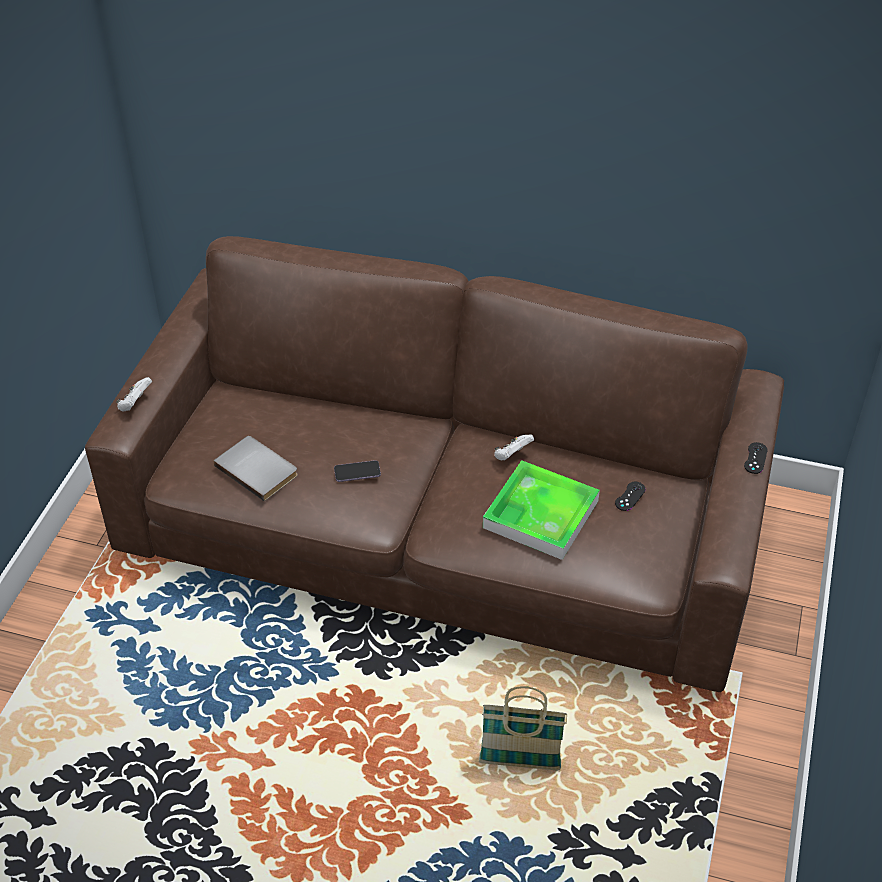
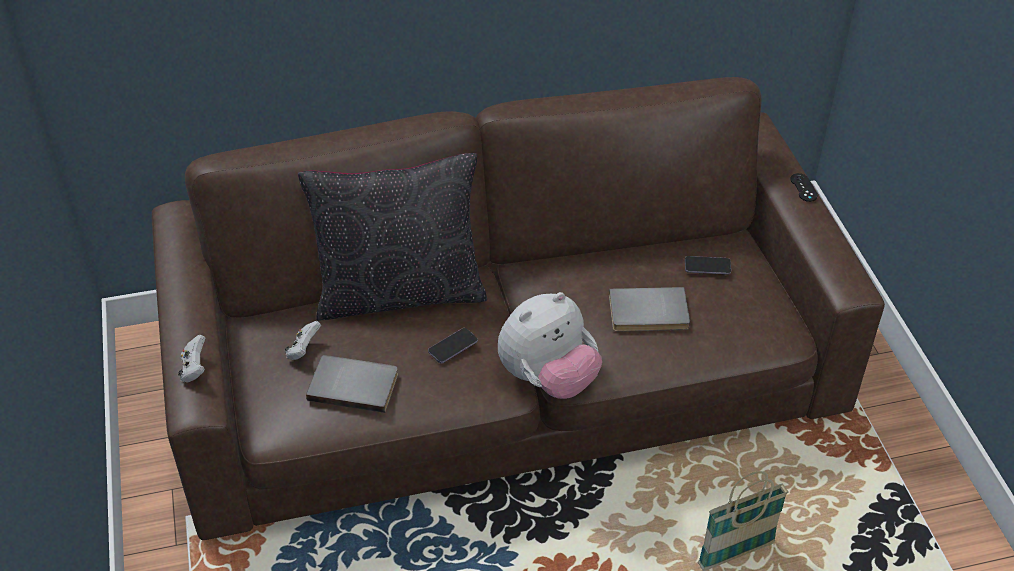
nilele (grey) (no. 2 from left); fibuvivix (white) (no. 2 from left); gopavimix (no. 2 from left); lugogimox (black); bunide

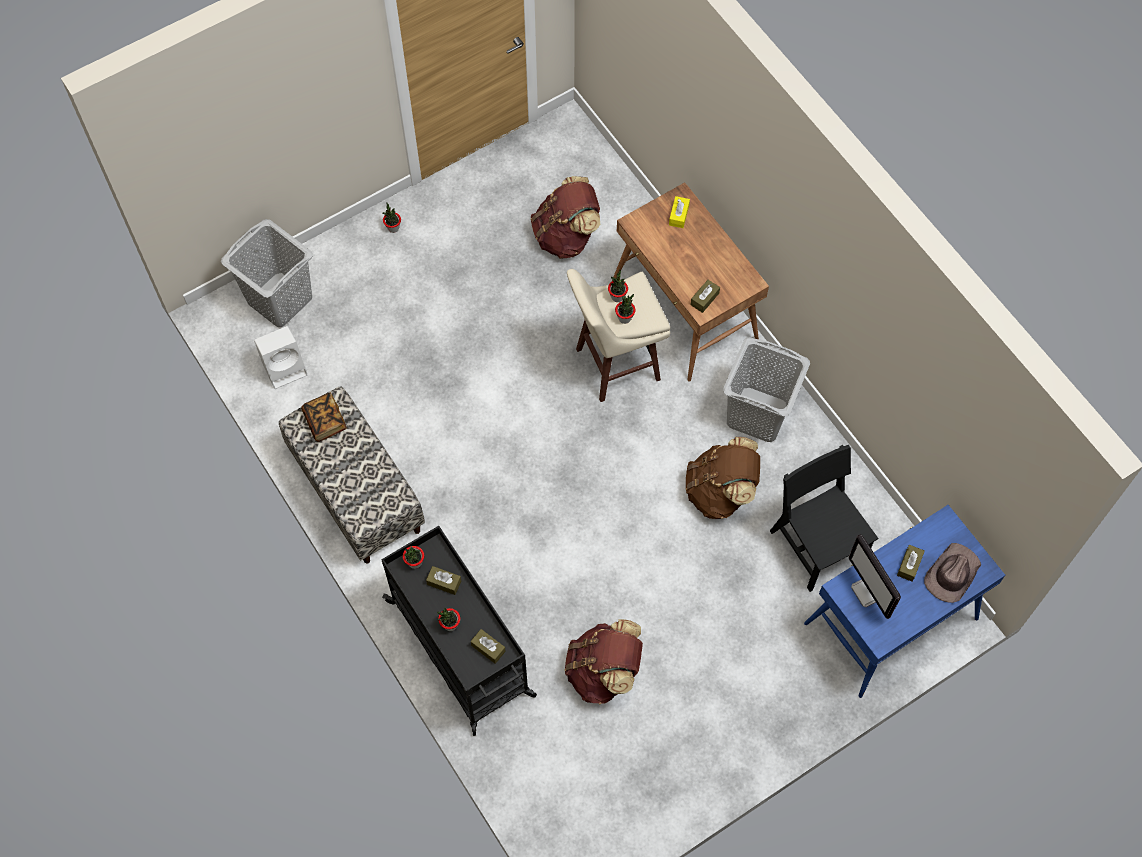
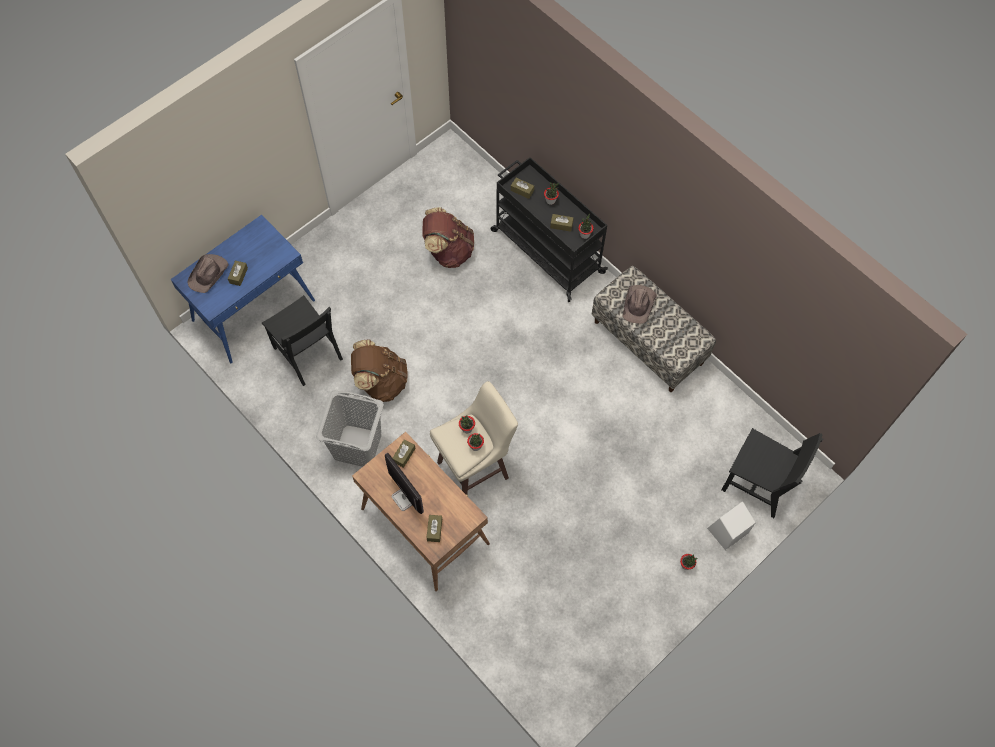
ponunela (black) (no. 2 from left); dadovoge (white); nilele; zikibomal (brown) (no. 1 from left in the first image); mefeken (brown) (no. 3 from left); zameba; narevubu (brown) (no. 2 from left)

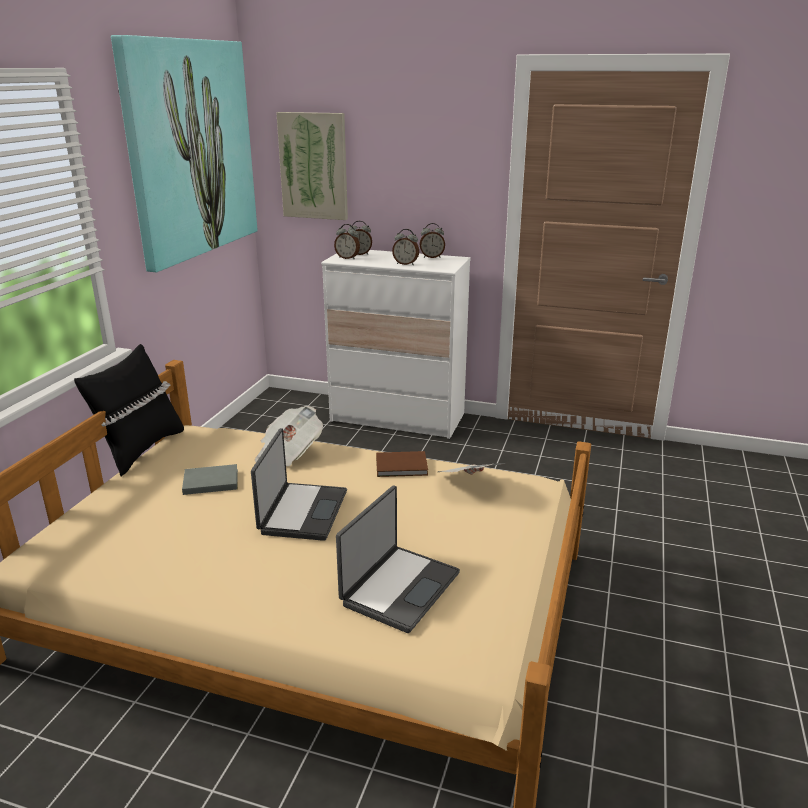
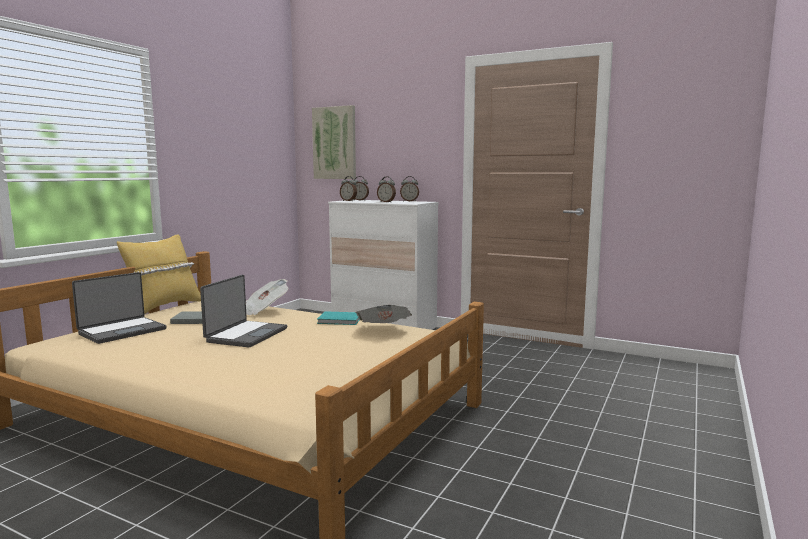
lugogimox (yellow); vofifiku (no. 1 from left in the first image); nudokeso (no. 1 from left); nilele (turquoise)

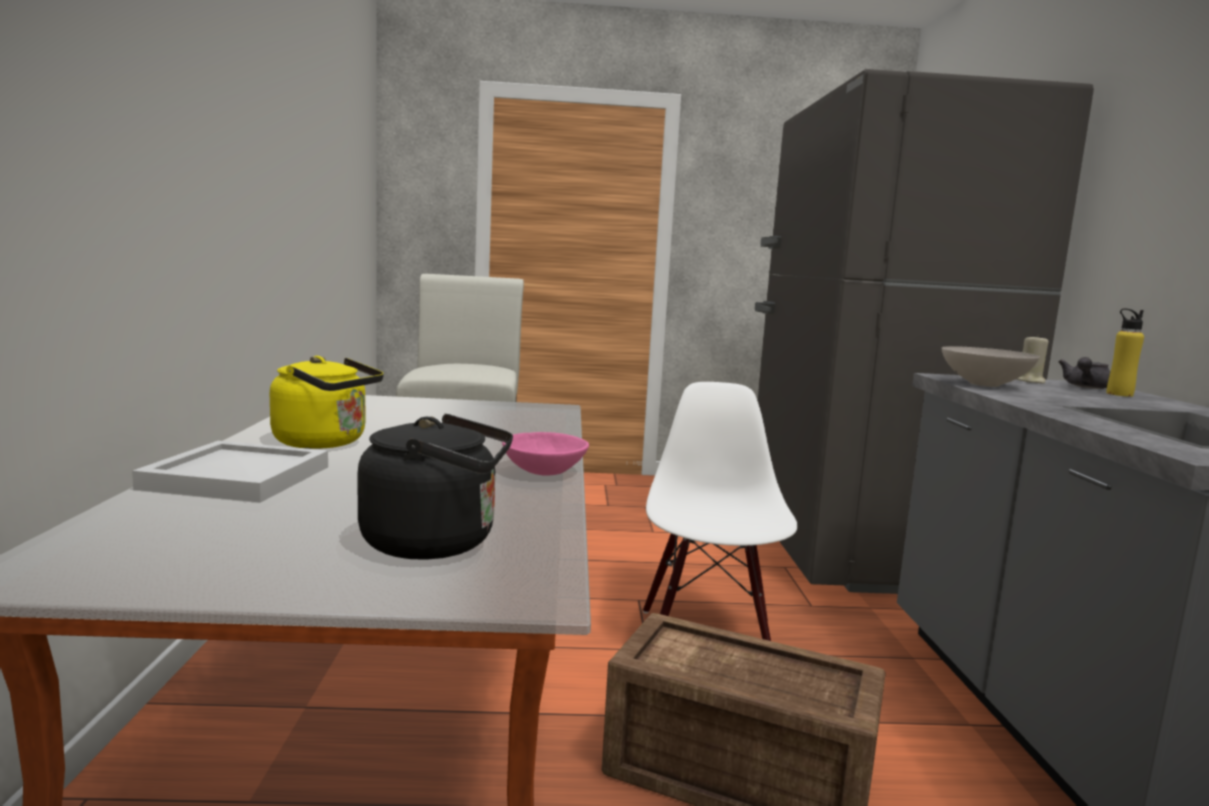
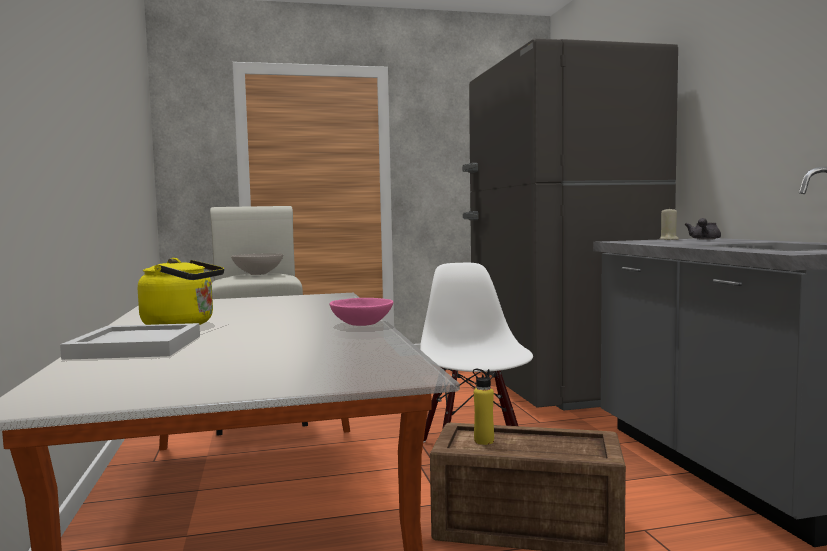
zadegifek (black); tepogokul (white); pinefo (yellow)

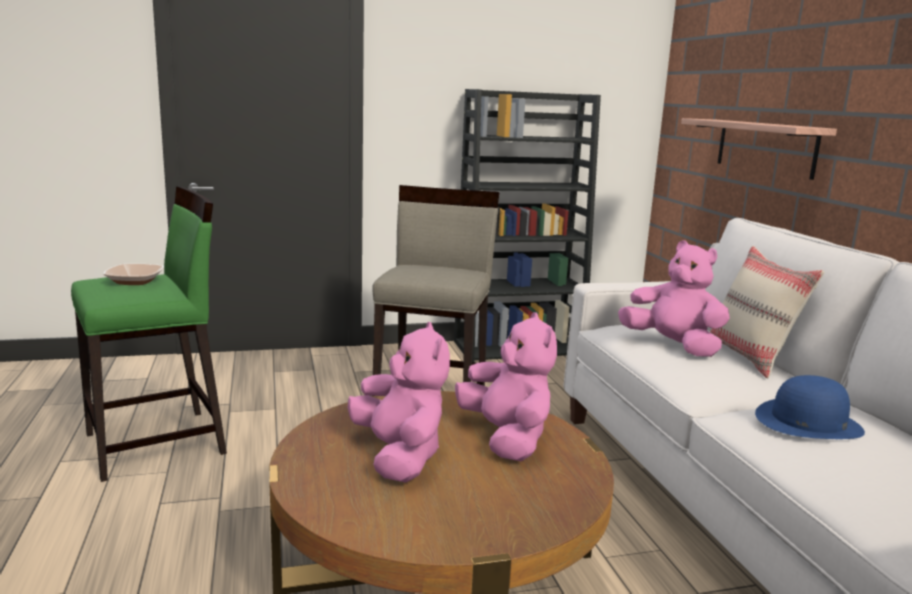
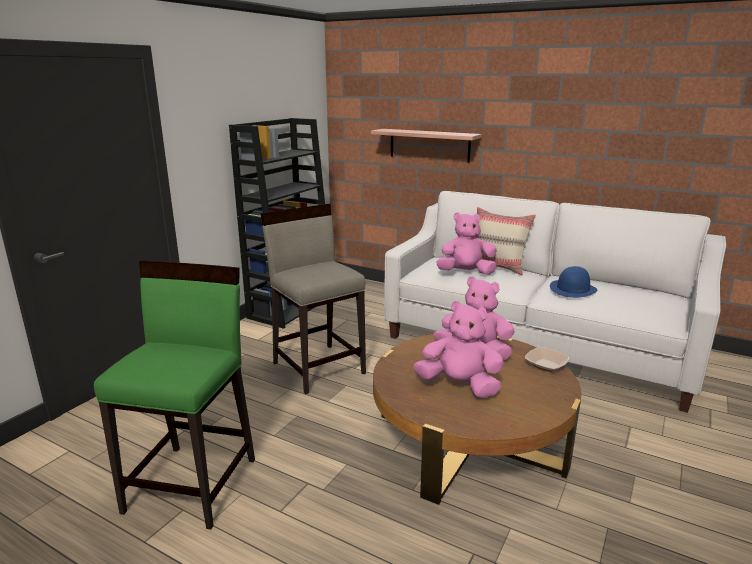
tepogokul

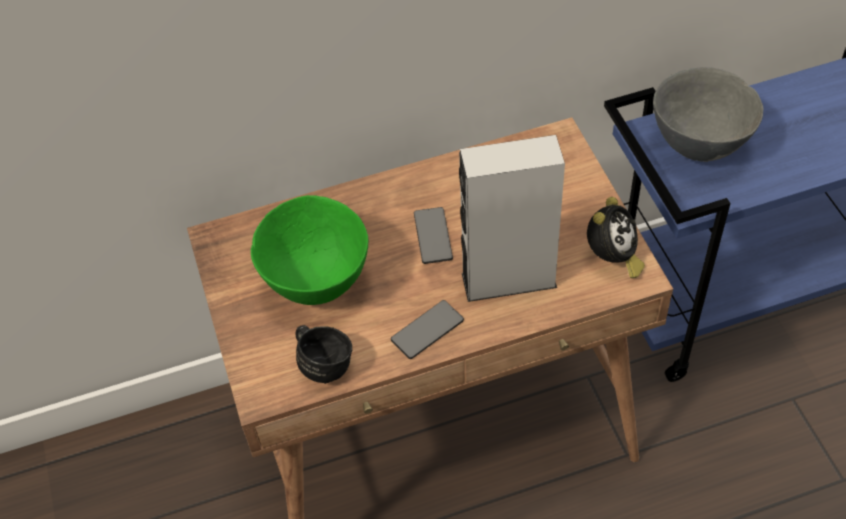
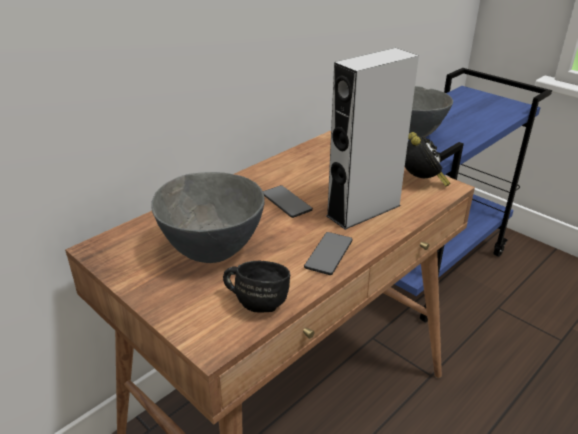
tepogokul (grey) (no. 1 from left)

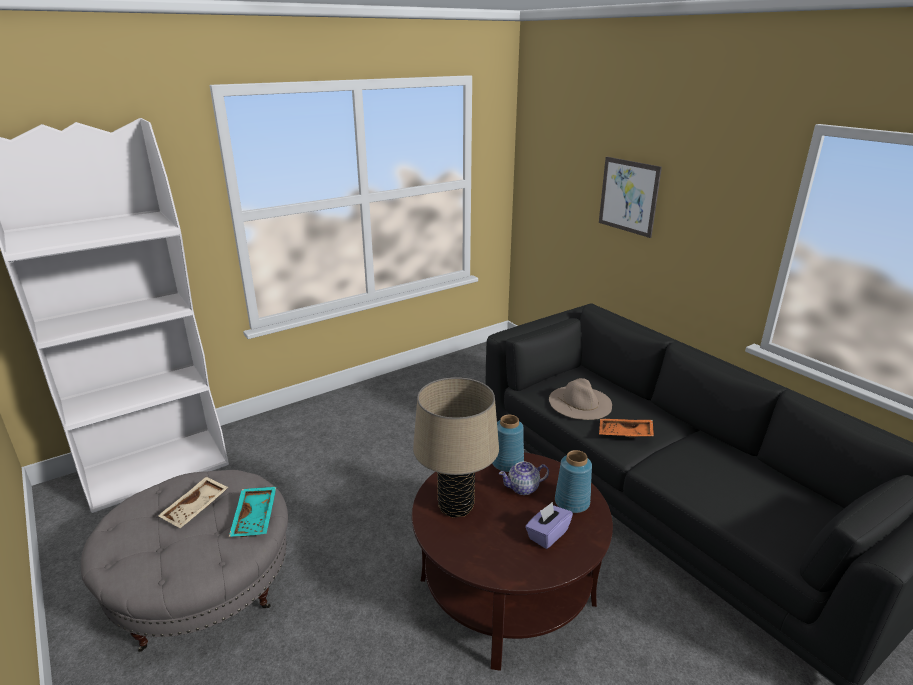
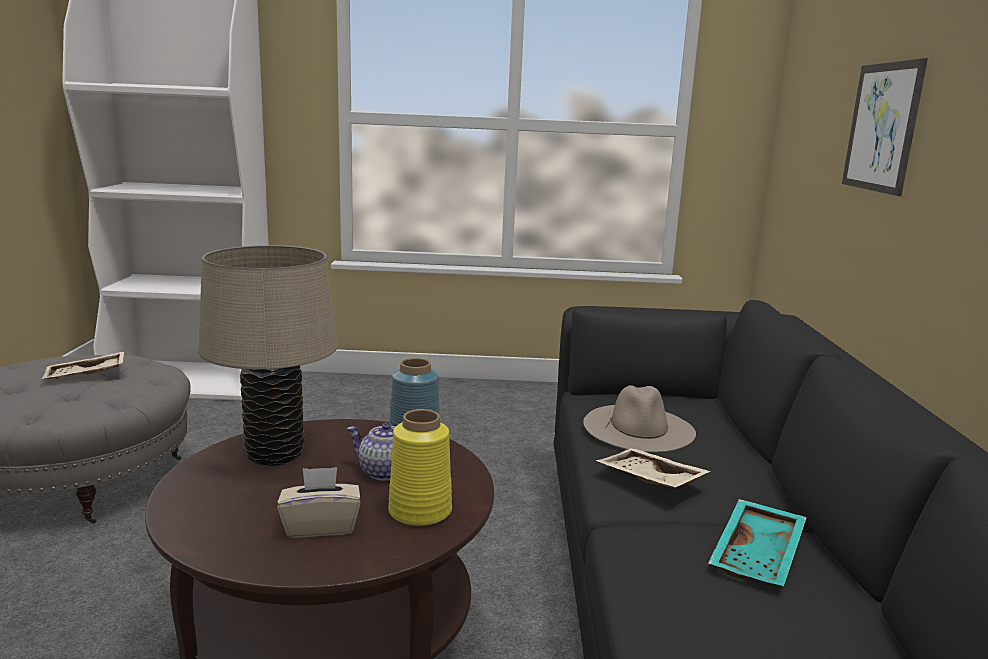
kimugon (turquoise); mefeken (beige); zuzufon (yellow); kimugon (beige) (no. 2 from left)

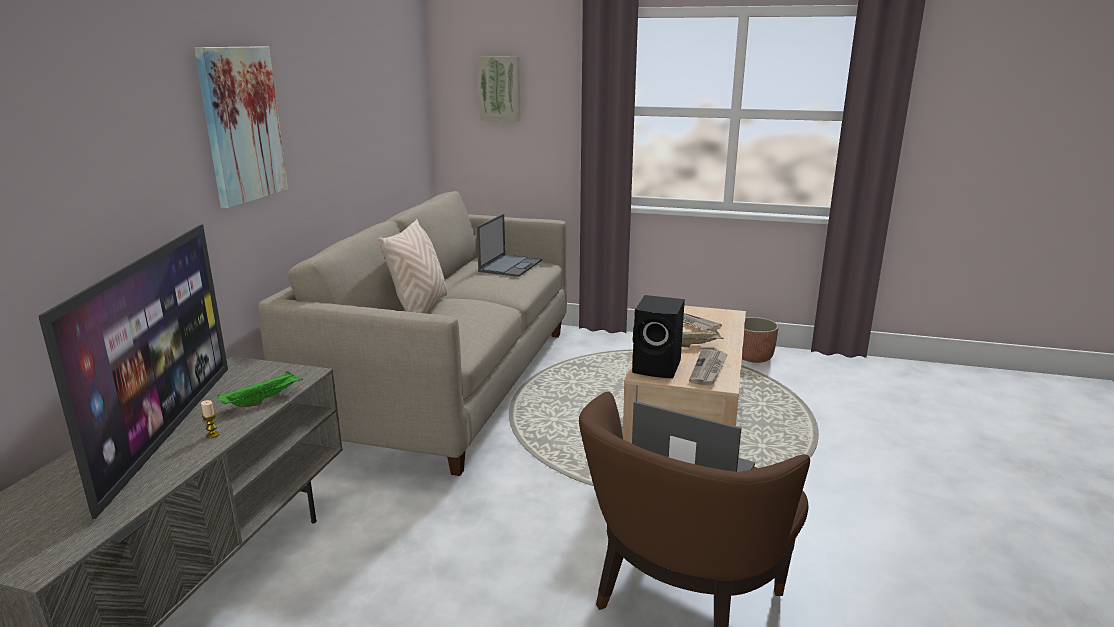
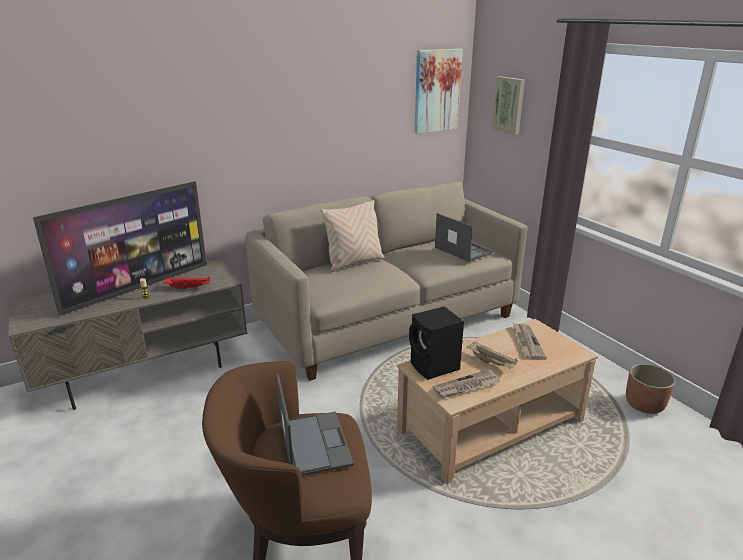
vofifiku (no. 1 from left); kimugon (red); nudokeso (no. 2 from left)

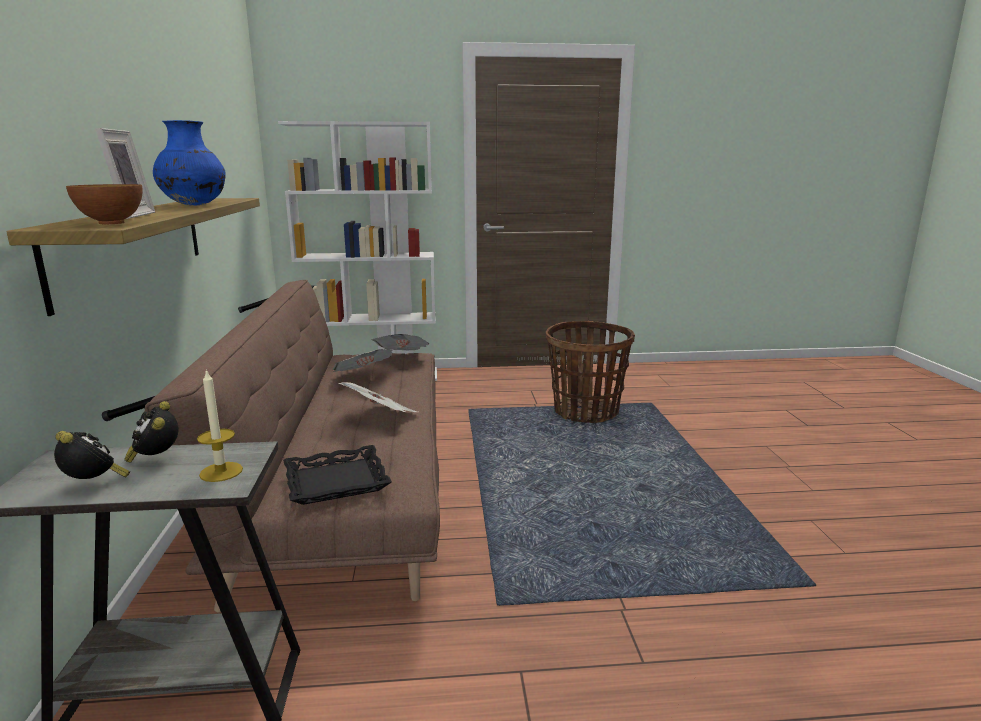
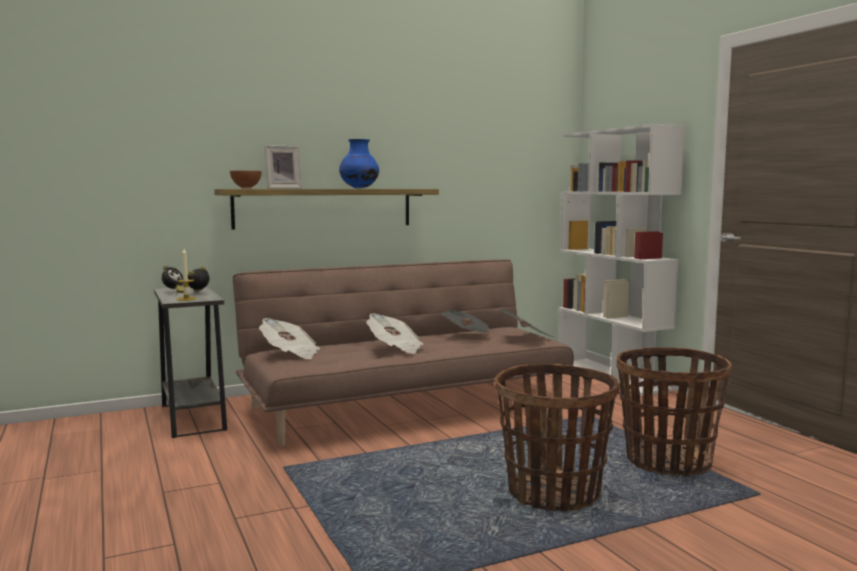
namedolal (no. 1 from left); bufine (no. 1 from left)

